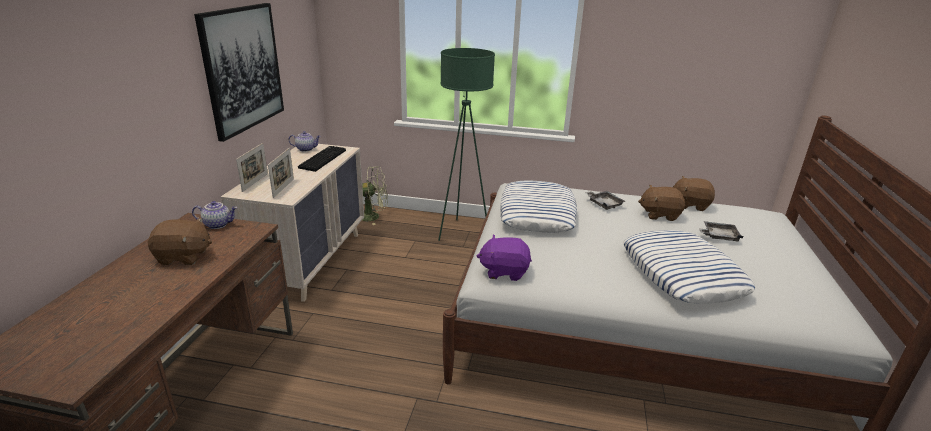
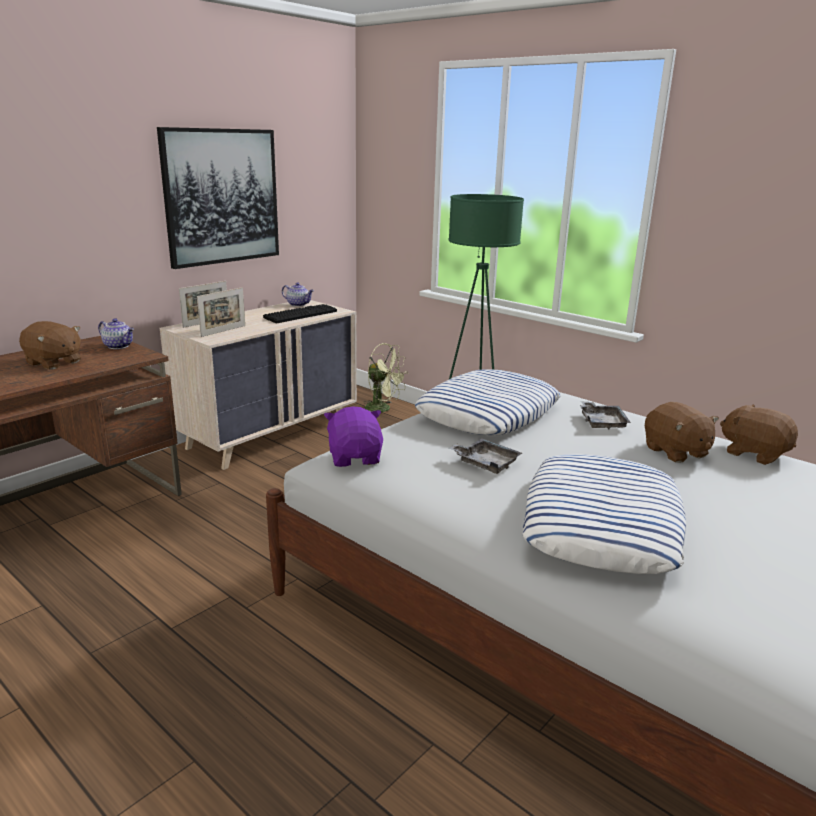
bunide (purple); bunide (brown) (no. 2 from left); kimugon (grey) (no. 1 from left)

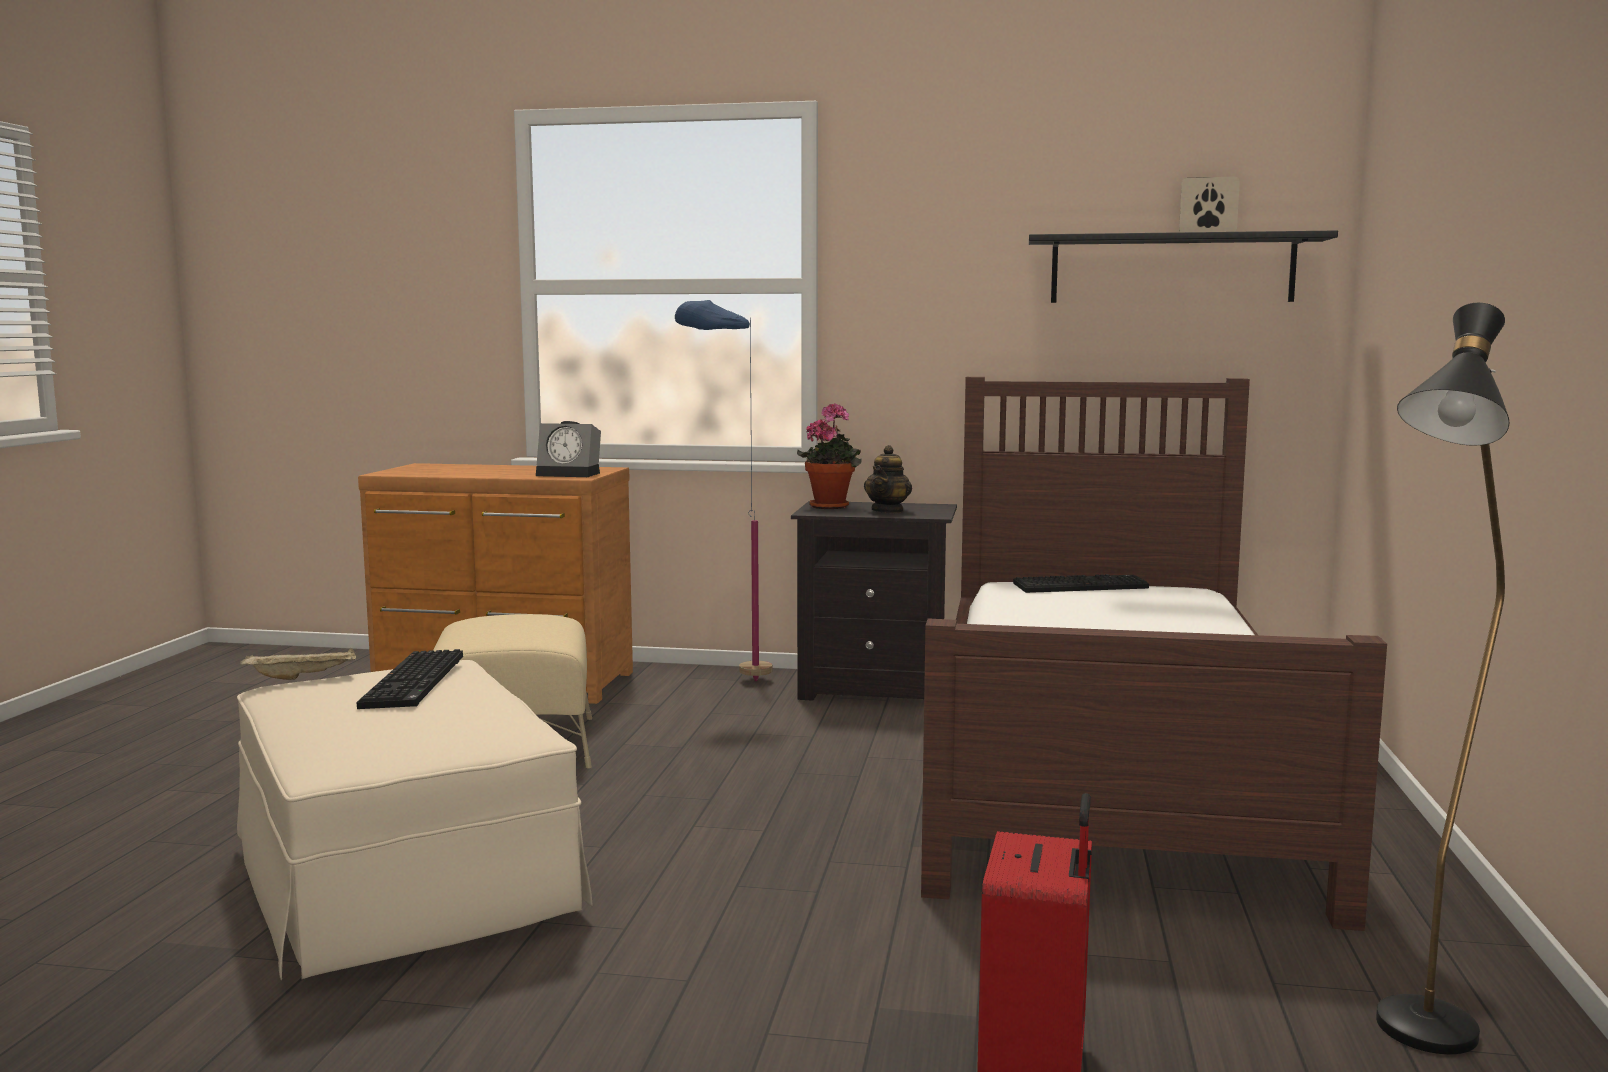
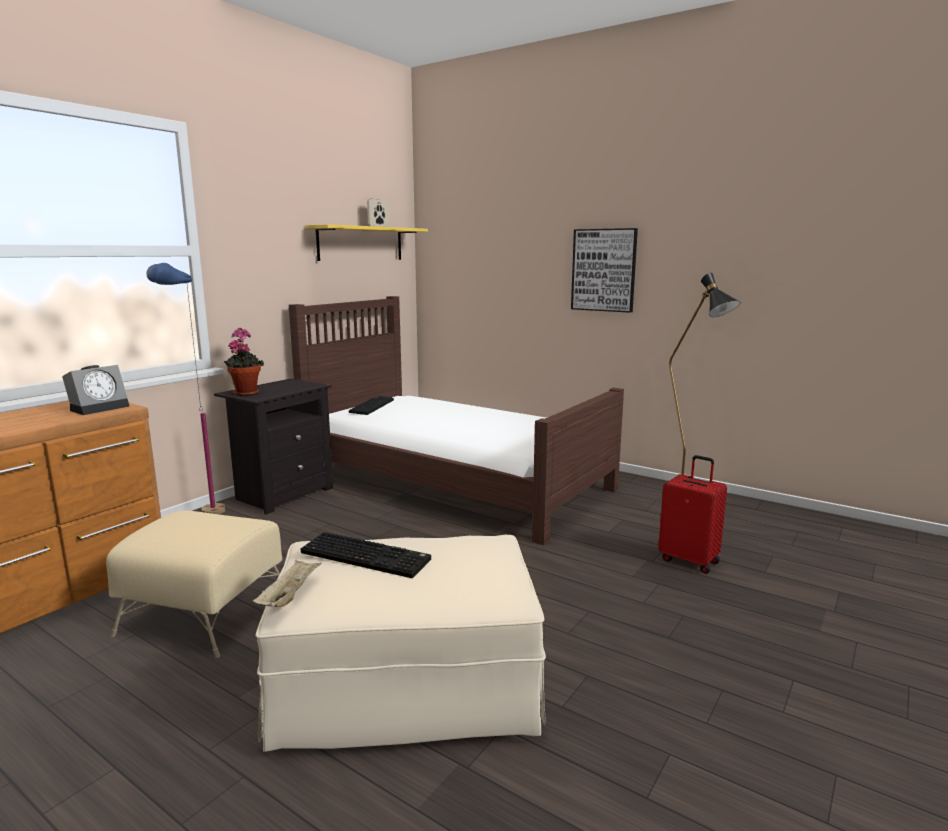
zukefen; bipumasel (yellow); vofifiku

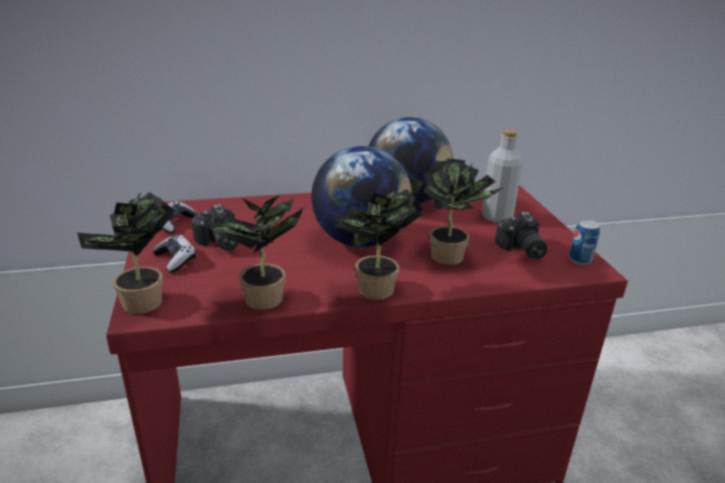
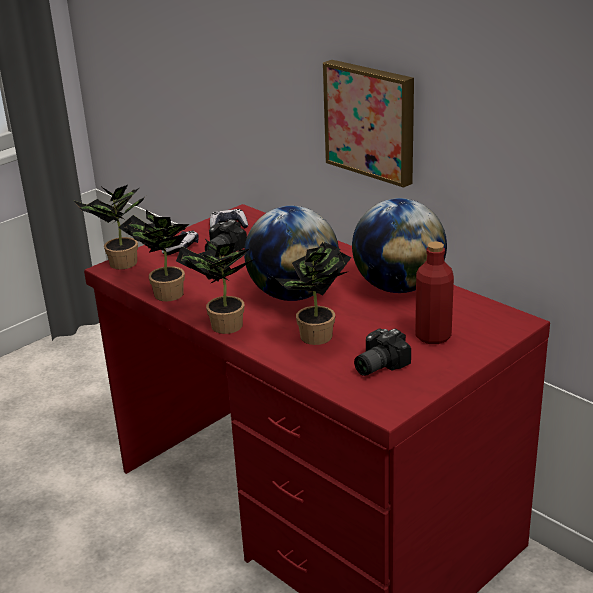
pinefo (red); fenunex; vofifiku

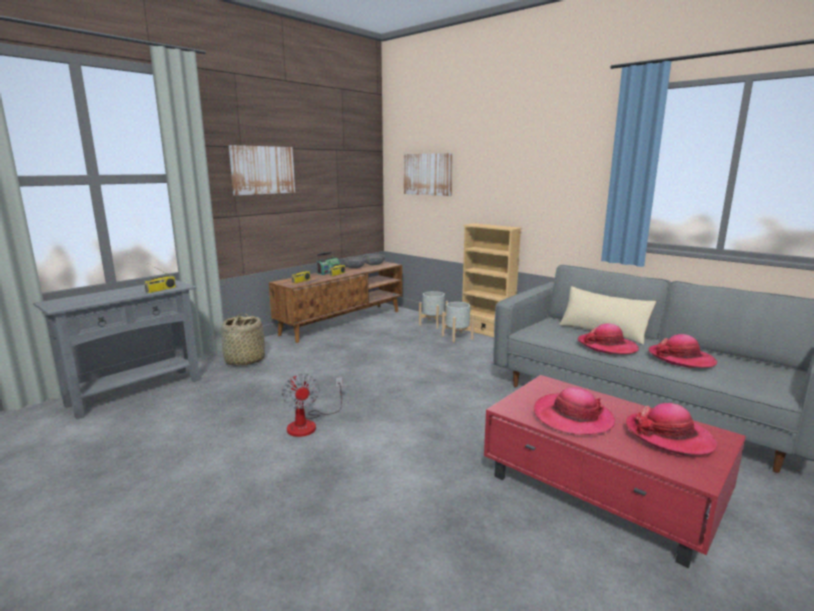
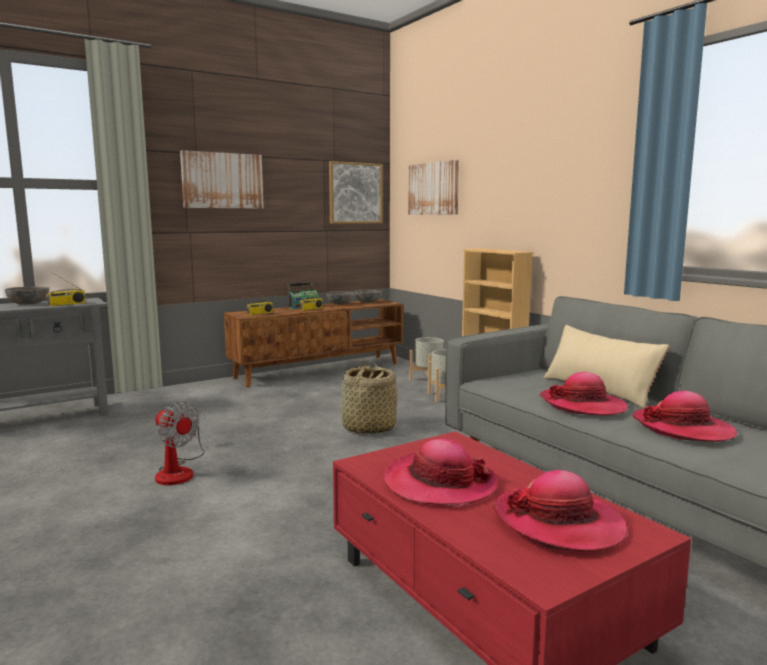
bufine; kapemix; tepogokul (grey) (no. 1 from left); vofifiku (no. 2 from left)

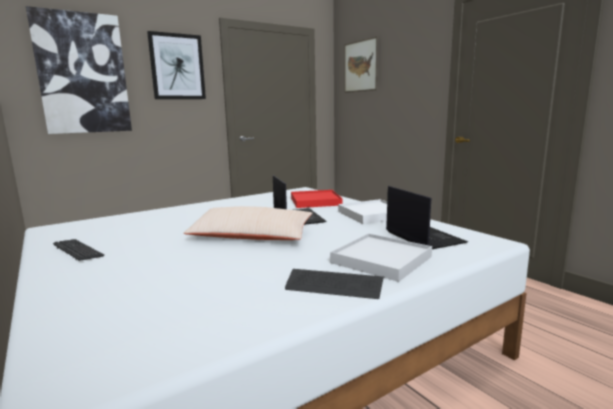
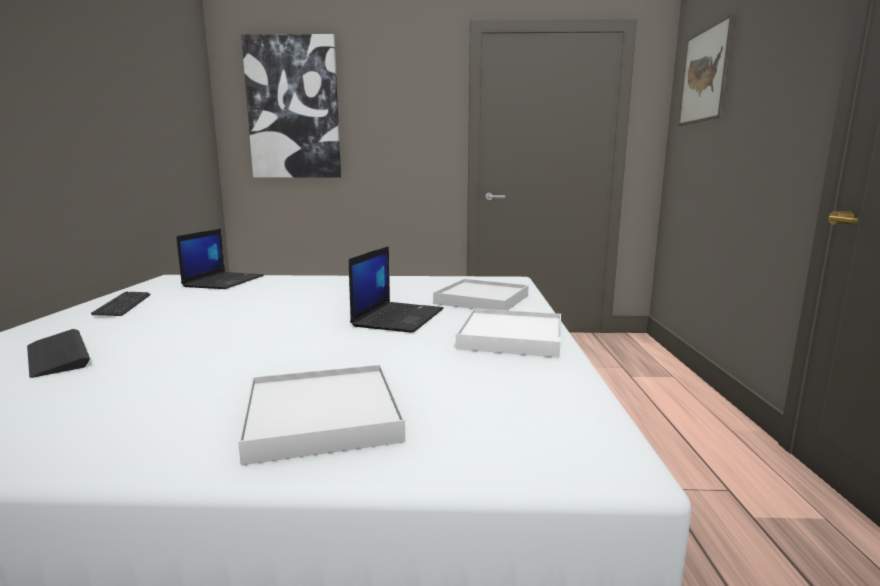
vofifiku (no. 2 from left in the first image); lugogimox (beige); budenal (no. 1 from left); kimugon (white) (no. 2 from left); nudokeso (no. 1 from left)

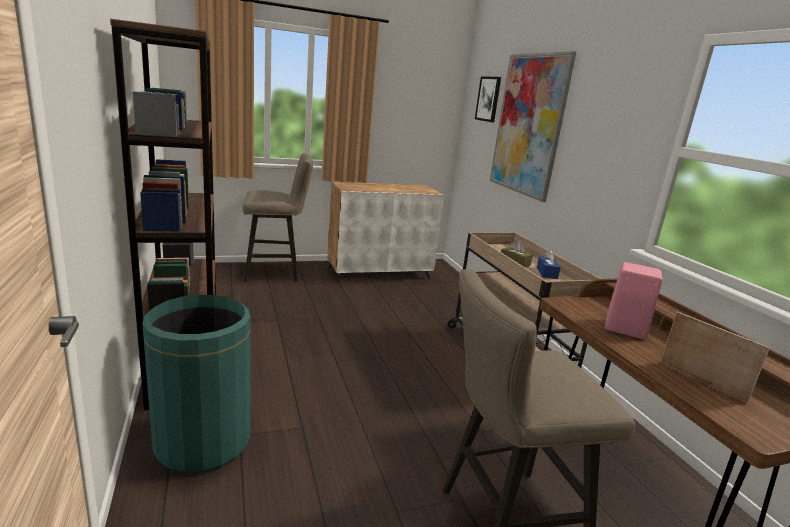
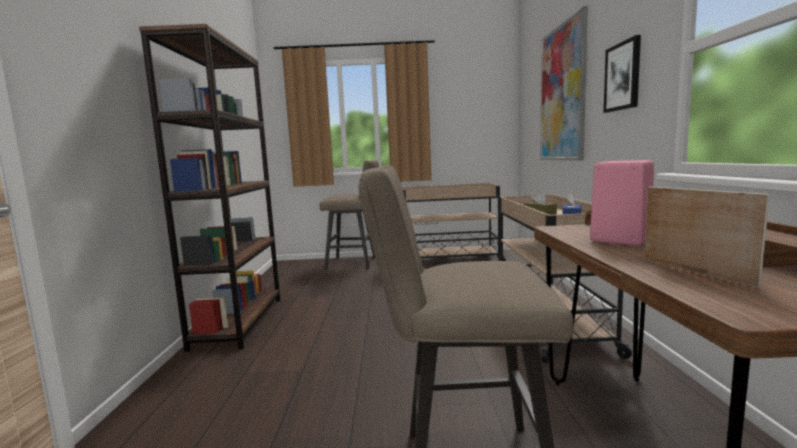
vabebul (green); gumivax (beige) (no. 1 from left); vofifiku (no. 2 from left)

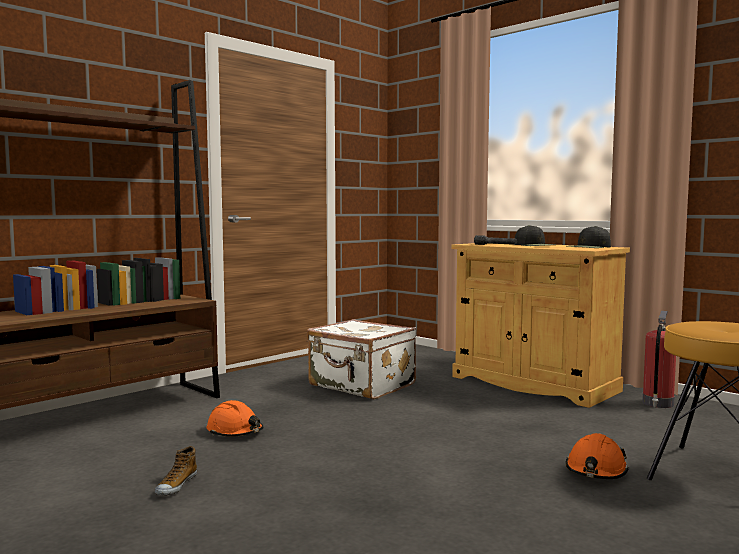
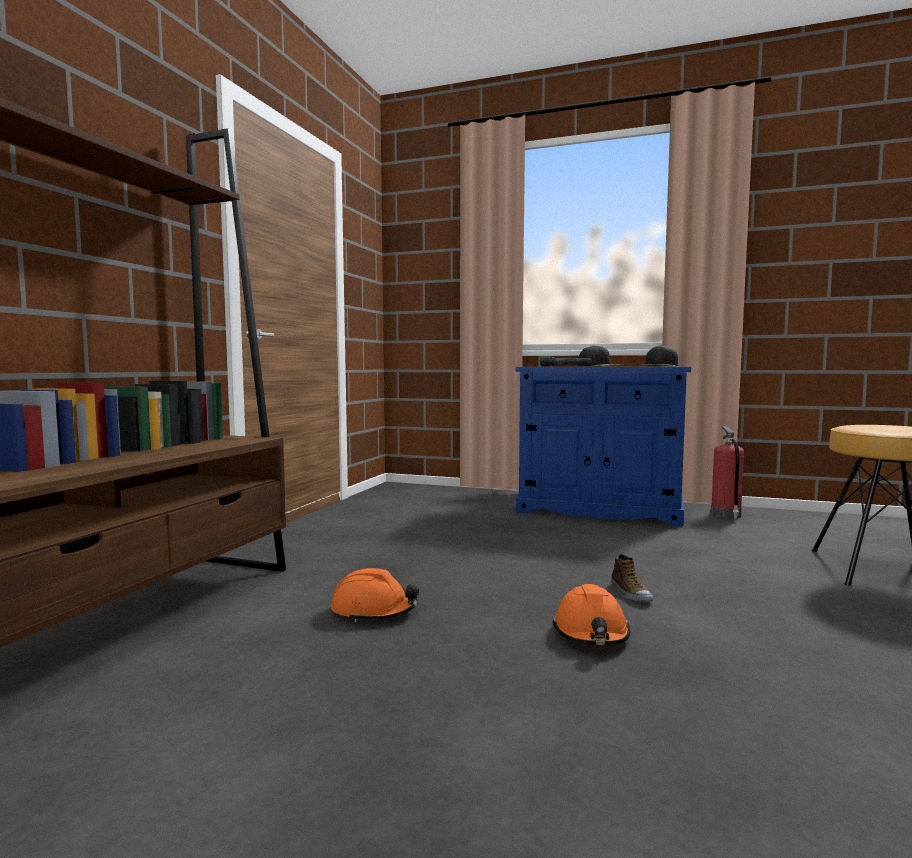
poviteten; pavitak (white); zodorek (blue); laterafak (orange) (no. 2 from left)

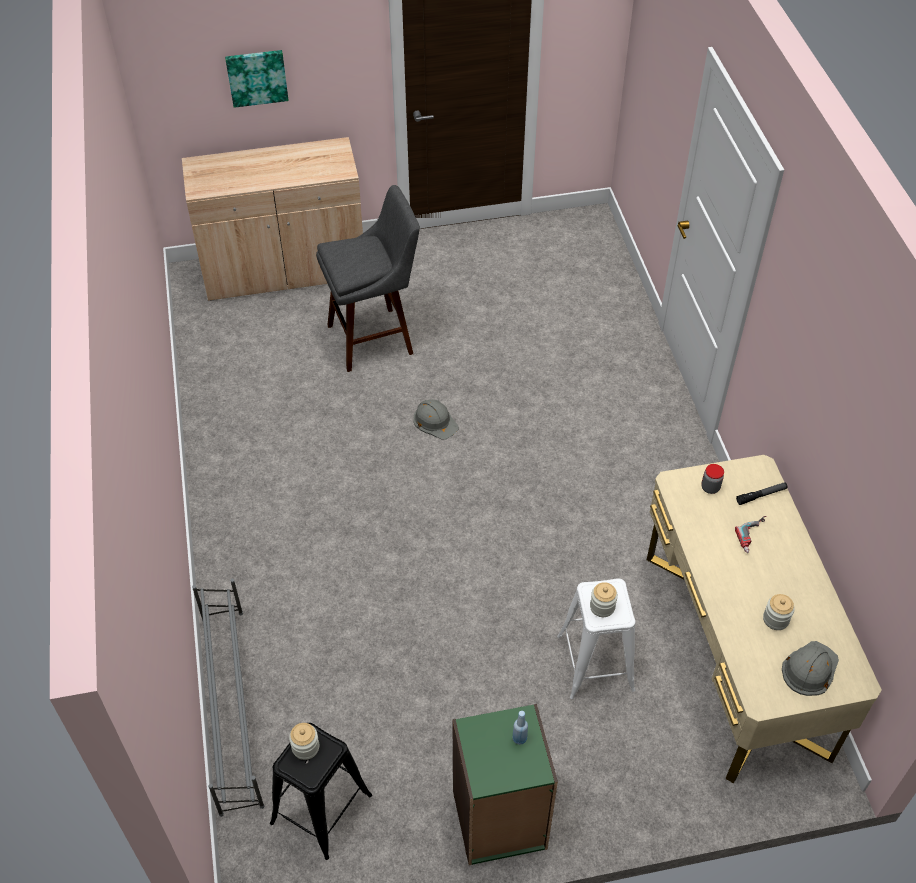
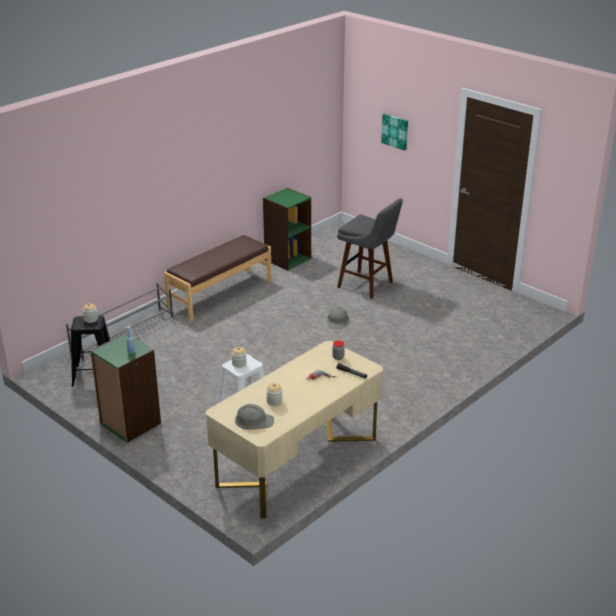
zodorek (beige); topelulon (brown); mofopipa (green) (no. 2 from left)

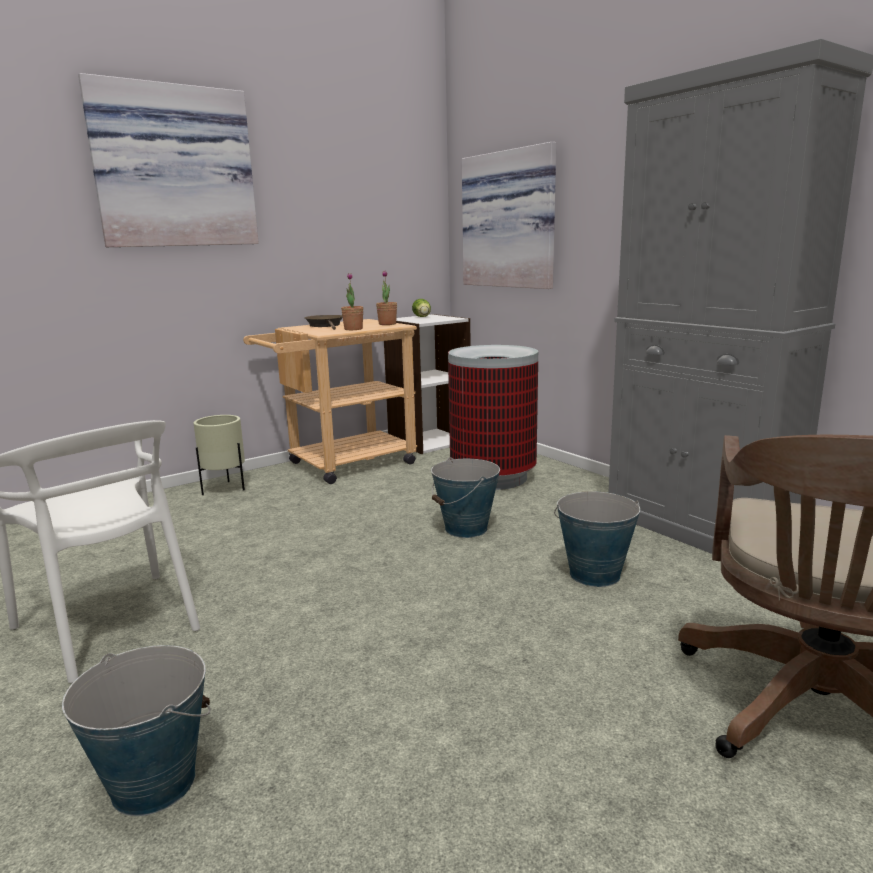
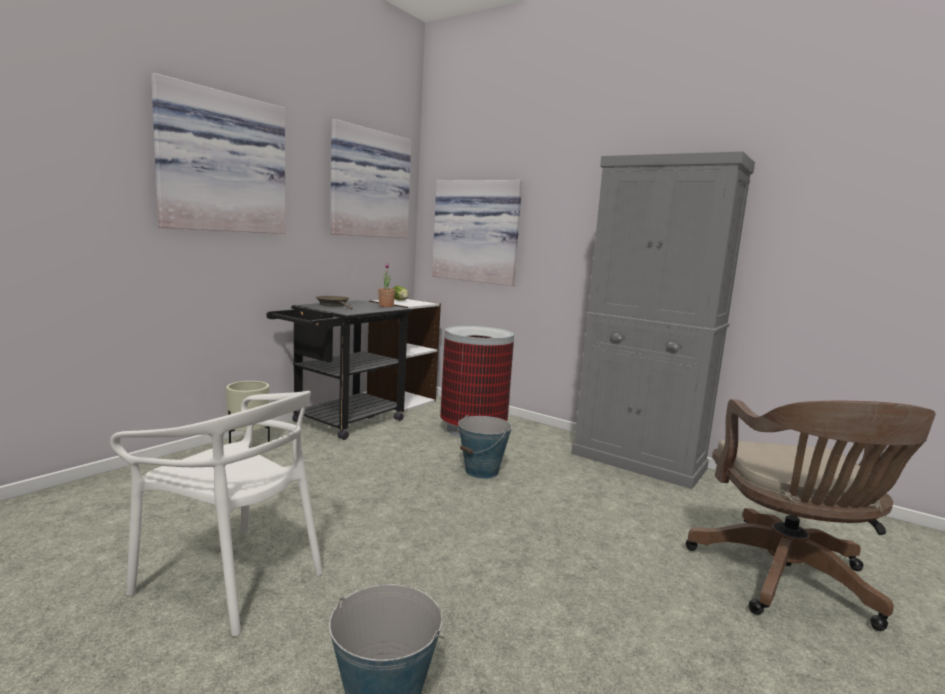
gumivax (black); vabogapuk (no. 1 from left in the first image); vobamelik (no. 3 from left in the first image); vofifiku (no. 2 from left)

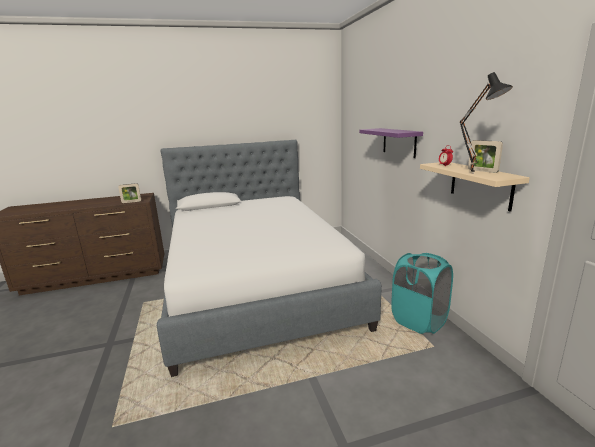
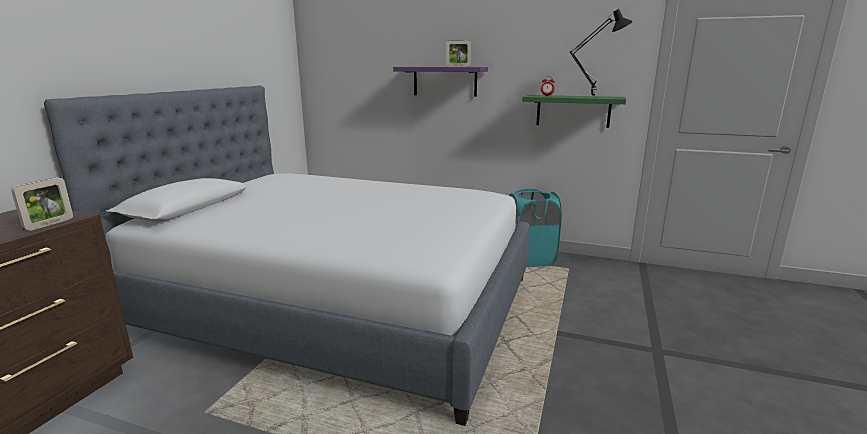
bipumasel (green); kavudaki (no. 2 from left)

